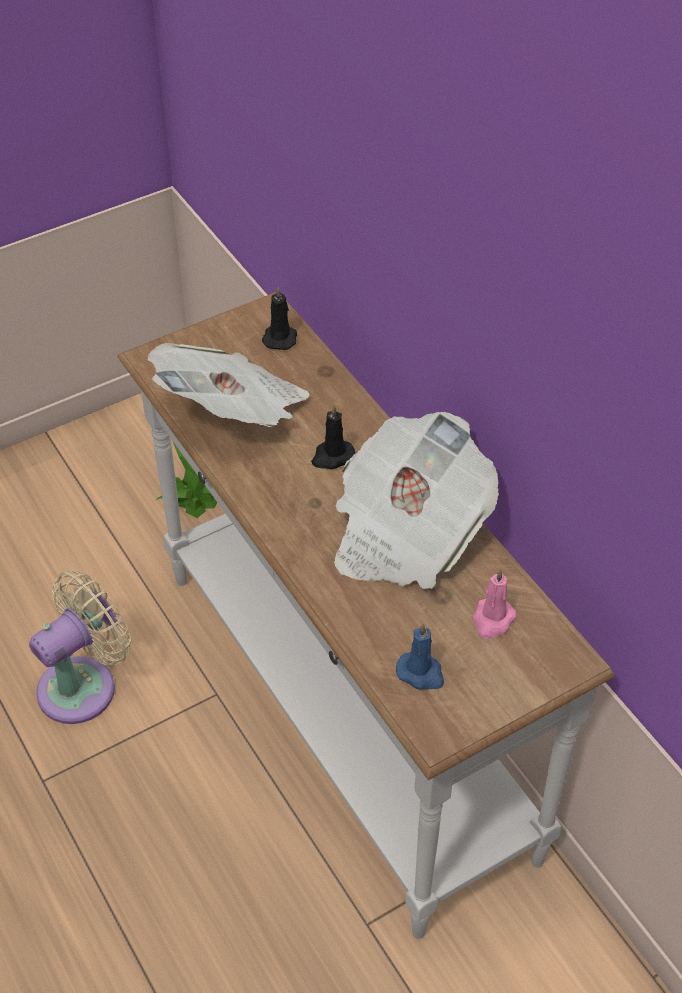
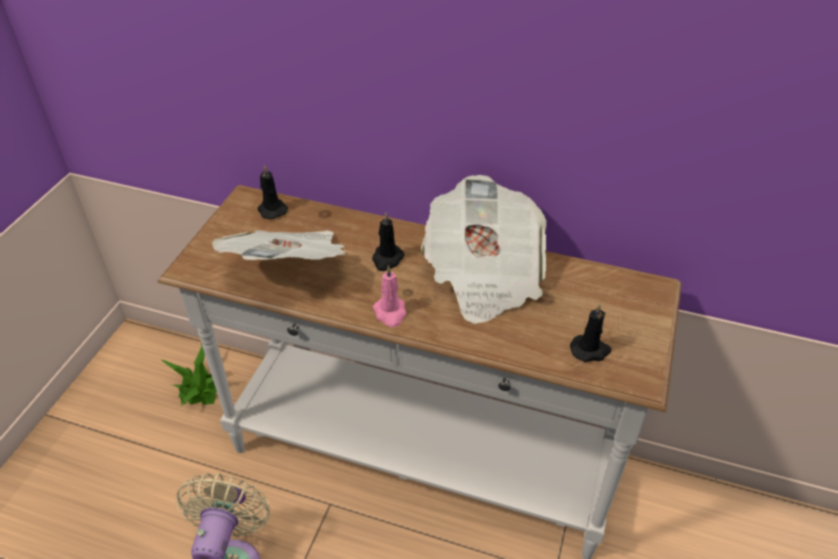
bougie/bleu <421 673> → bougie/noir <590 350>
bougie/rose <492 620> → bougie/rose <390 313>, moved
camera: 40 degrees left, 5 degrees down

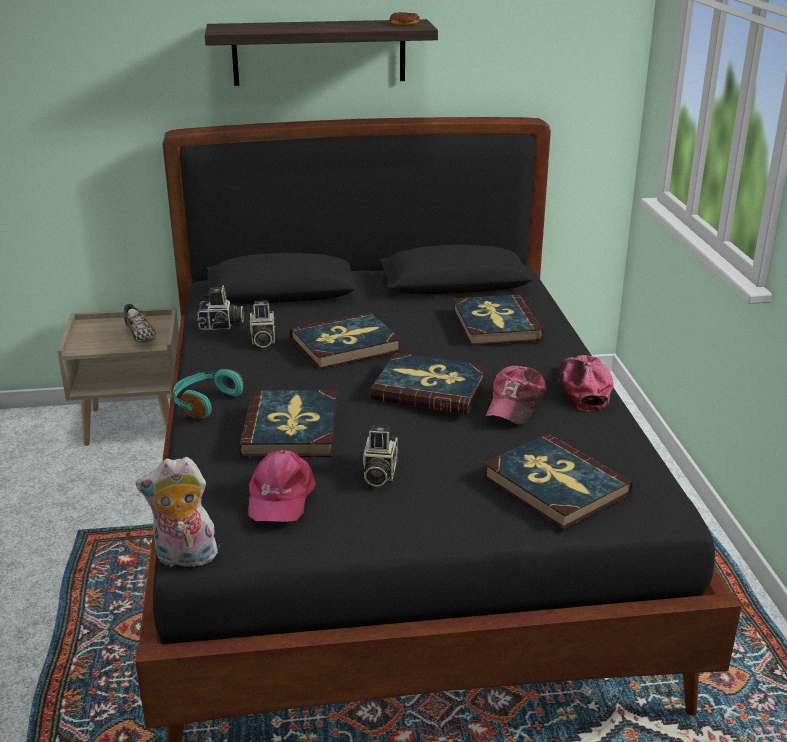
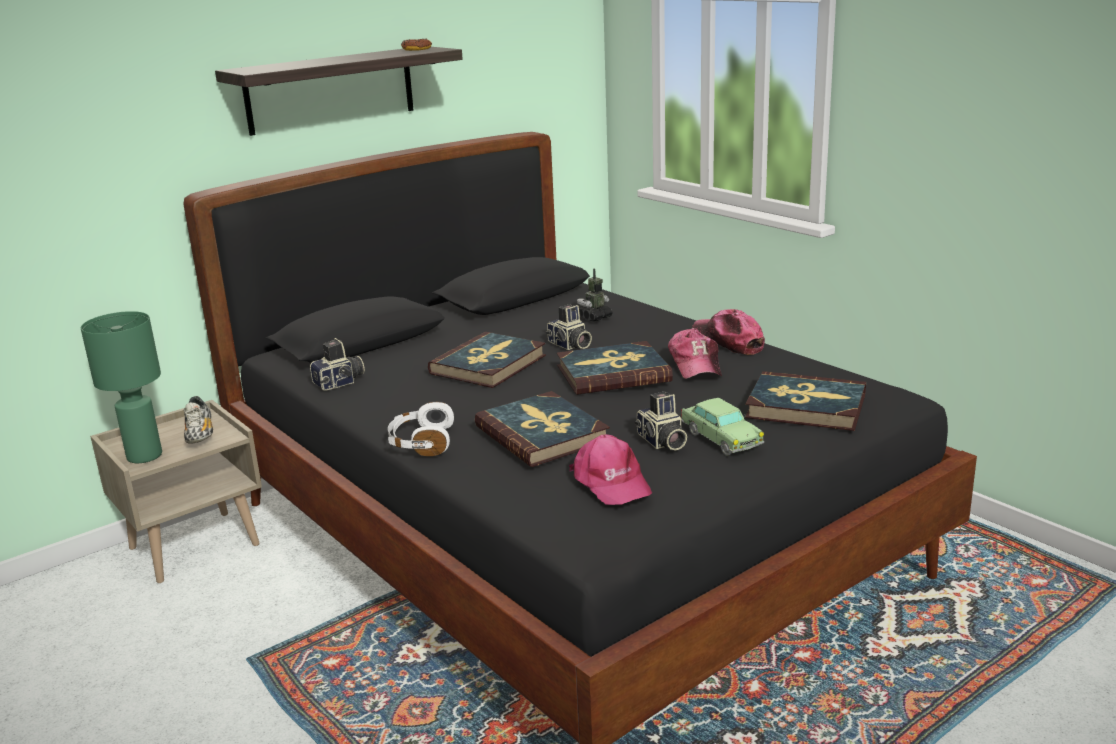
chaussure <140 335> → chaussure <200 434>, 45 degrees clockwise
peluche <184 558> → -
casque audio/turquoise <204 402> → casque audio/blanc <421 442>
appareil photo <262 340> → appareil photo <569 345>, moved
livre <495 324> → robot jouet <595 317>
- → lampe de table/vert <144 456>
- → petite voiture <721 439>
camera: 30 degrees left, 5 degrees down

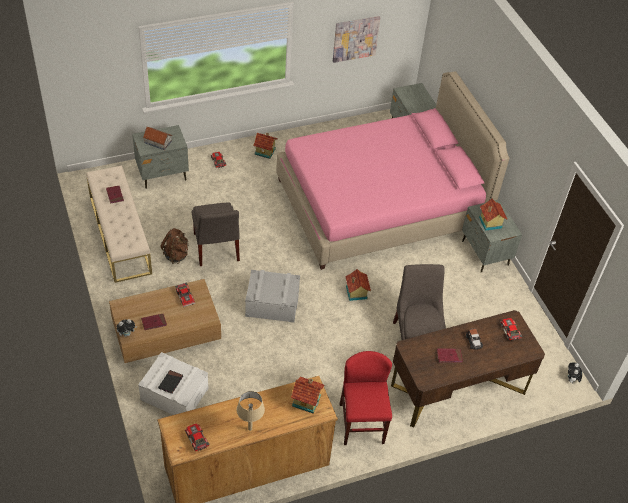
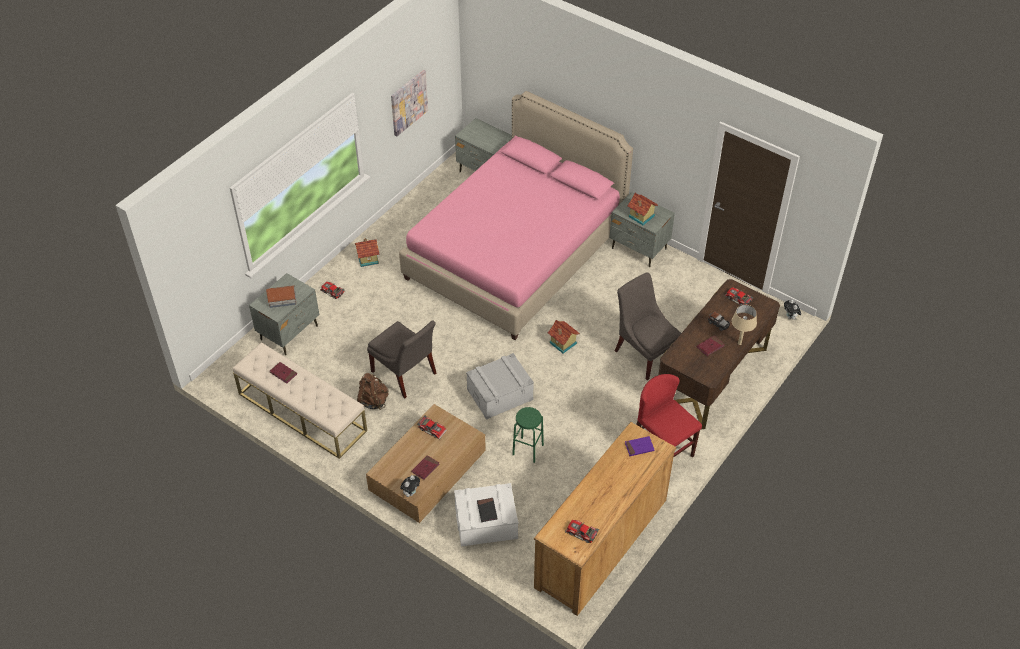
lampe de table/beige <250 429> → lampe de table/beige <739 343>, moved
maison miniature <306 400> → livre/violet <639 447>
- → tabouret/vert <528 450>
camera: 30 degrees left, 0 degrees up

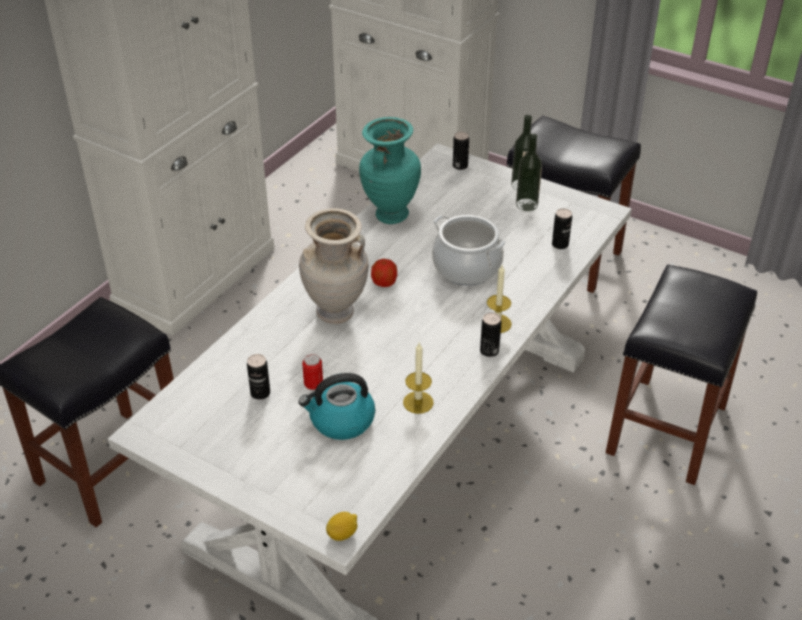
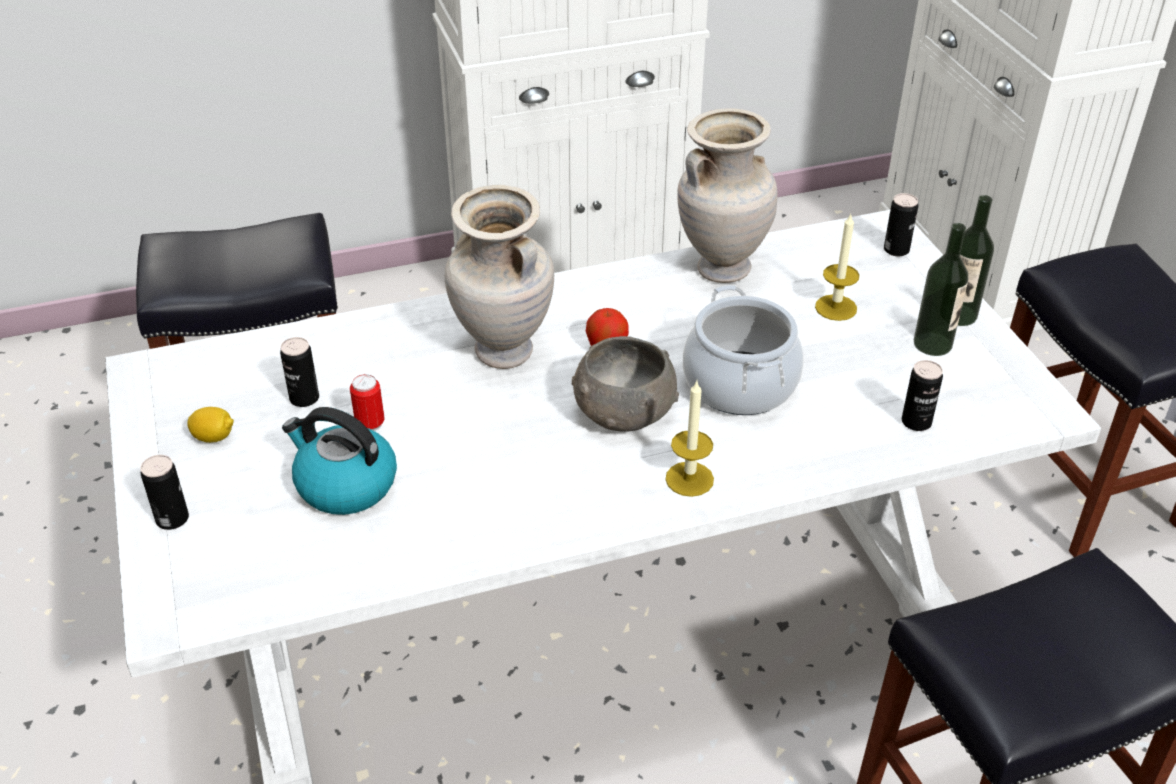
citron <342 534> → citron <214 437>, moved
vase/turquoise <390 215> → vase/beige <721 269>
bougie <418 402> → bougie <836 307>, moved
boîte métallique <489 351> → boîte métallique <172 519>, moved
- → bol/gris <623 412>
camera: 40 degrees right, 0 degrees up

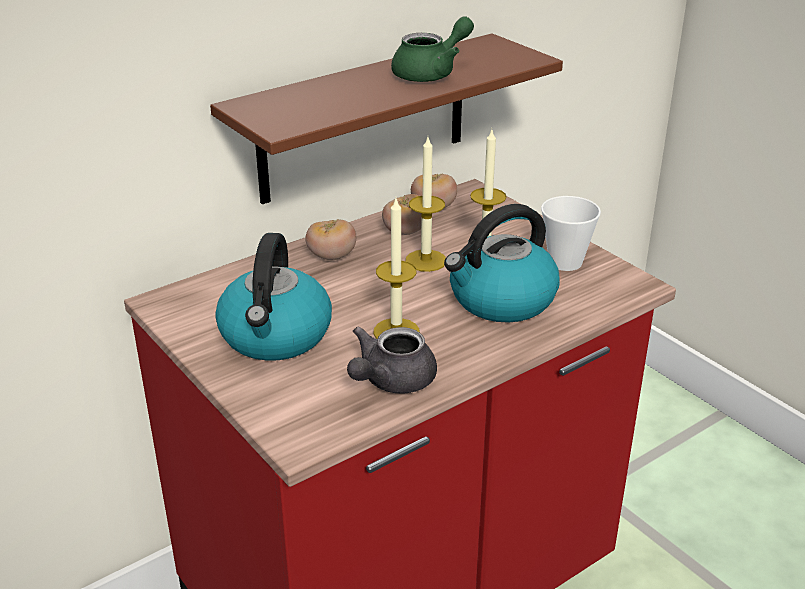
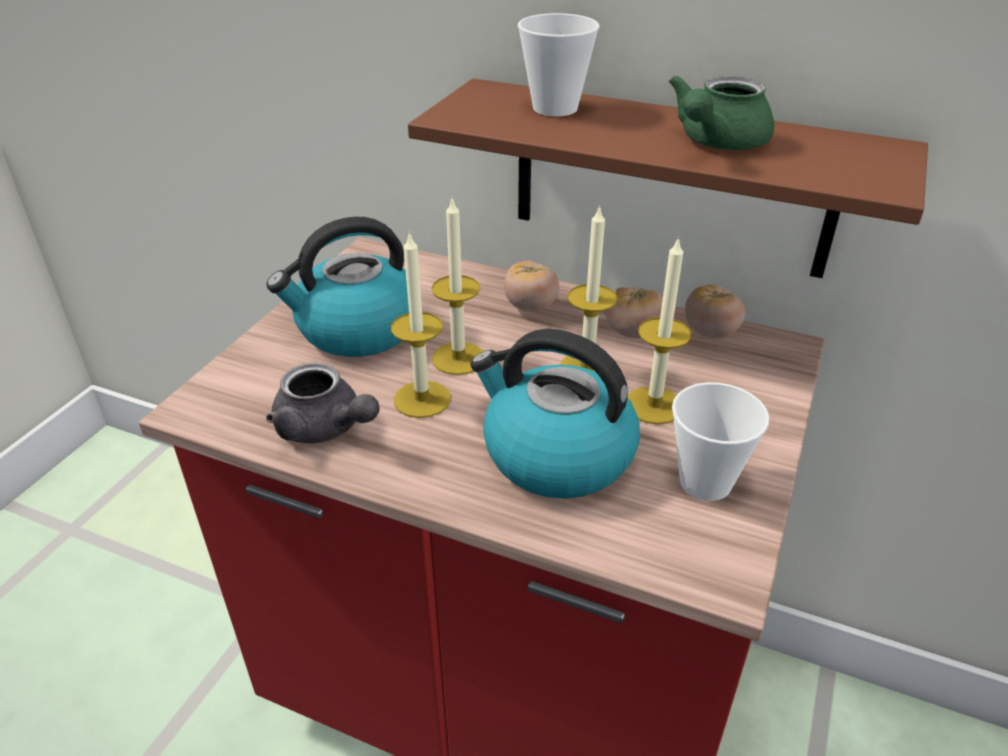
théière/gris <390 381> → théière/gris <325 428>, 150 degrees counterclockwise
théière/vert <431 73> → théière/vert <715 143>, 105 degrees clockwise
- → bougie <458 358>
- → tasse <555 108>
camera: 60 degrees right, 5 degrees up

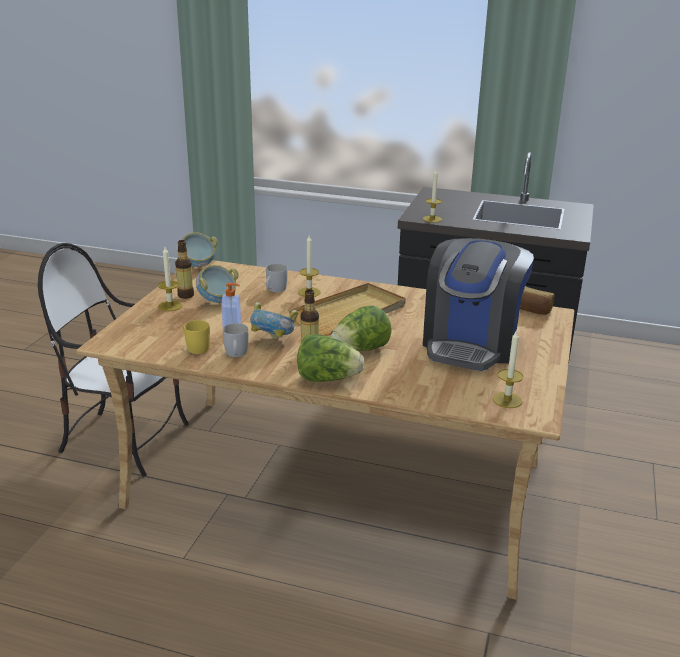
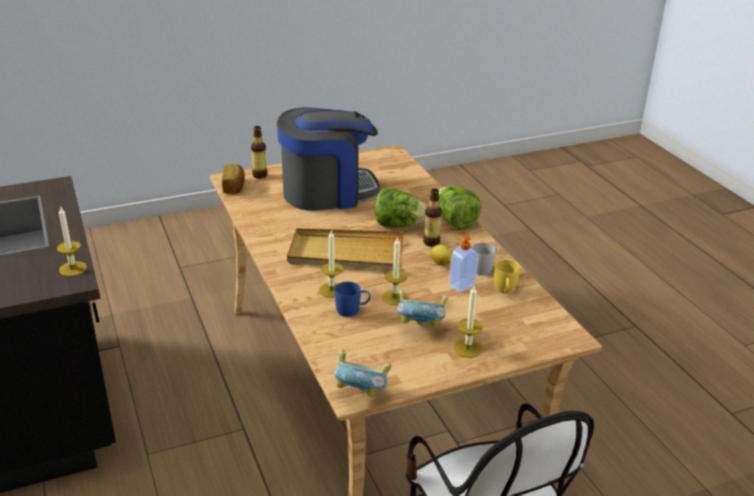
bouteille <185 295> → bouteille <260 175>, moved
bol <273 340> → citron <441 263>
mug/blanc <274 290> → mug/bleu <352 310>
bougie <507 400> → bougie <395 297>, moved
camera: 130 degrees left, 5 degrees up

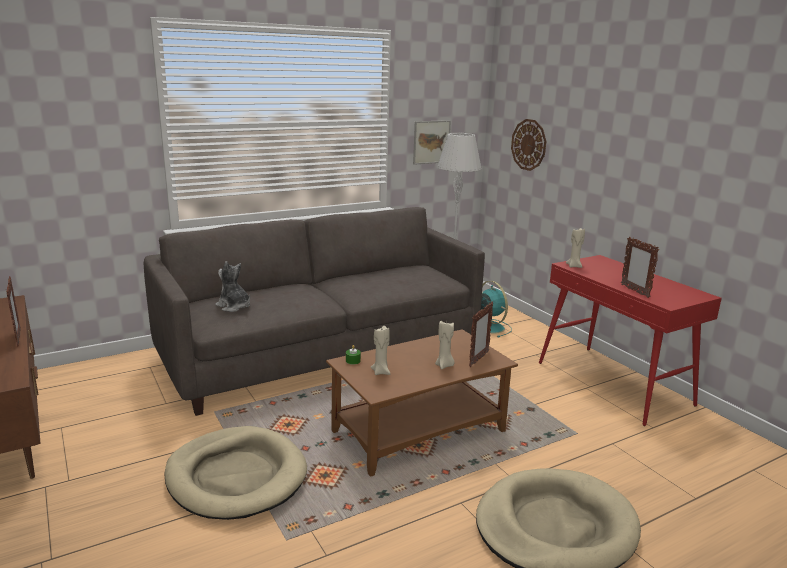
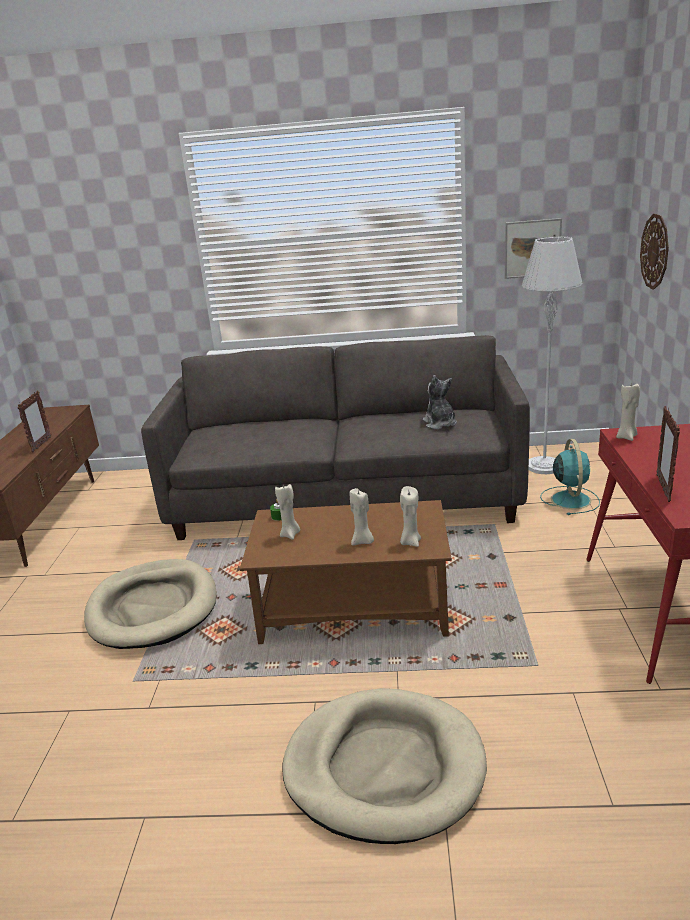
peluche <234 306> → peluche <440 423>, moved
cadre photo <478 359> → bougie/beige <410 542>
camera: 35 degrees right, 5 degrees up

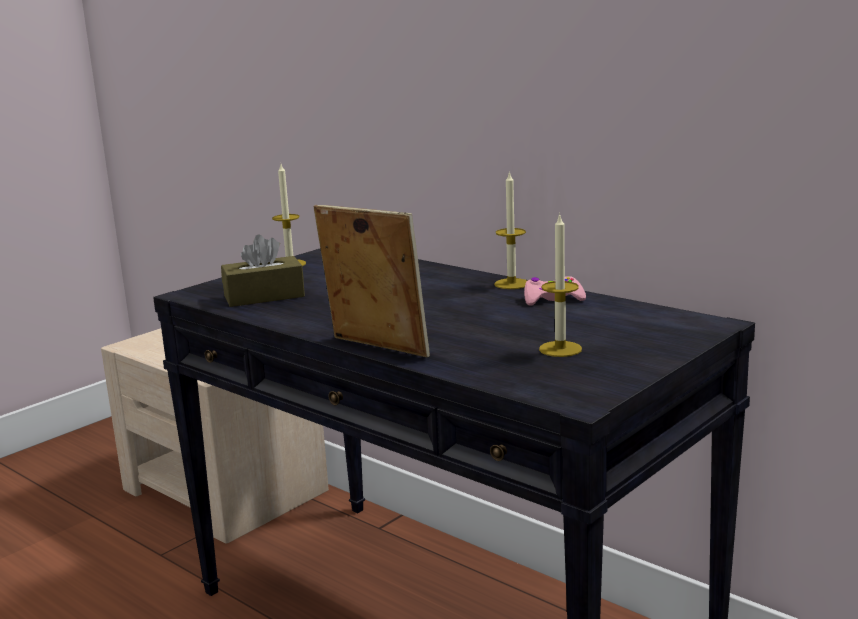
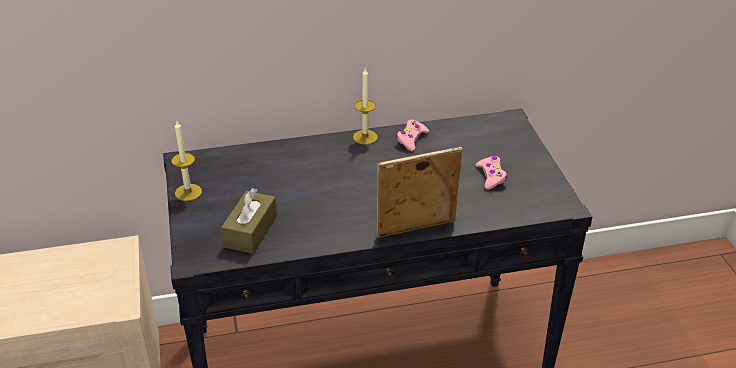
bougie <560 349> → manette/rose <491 176>
camera: 55 degrees left, 20 degrees up

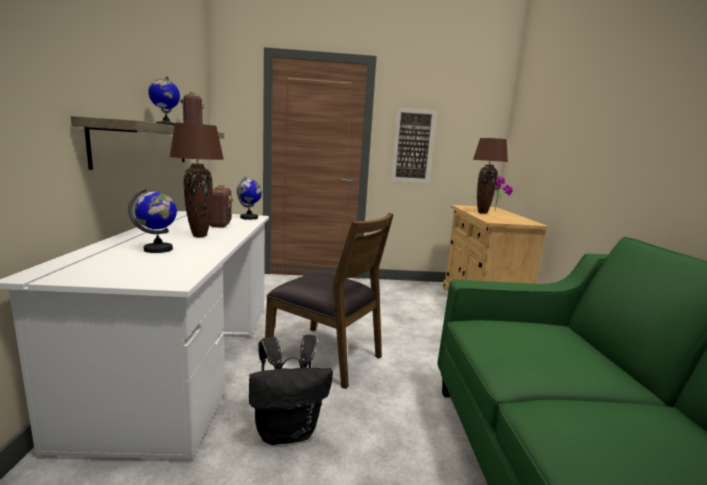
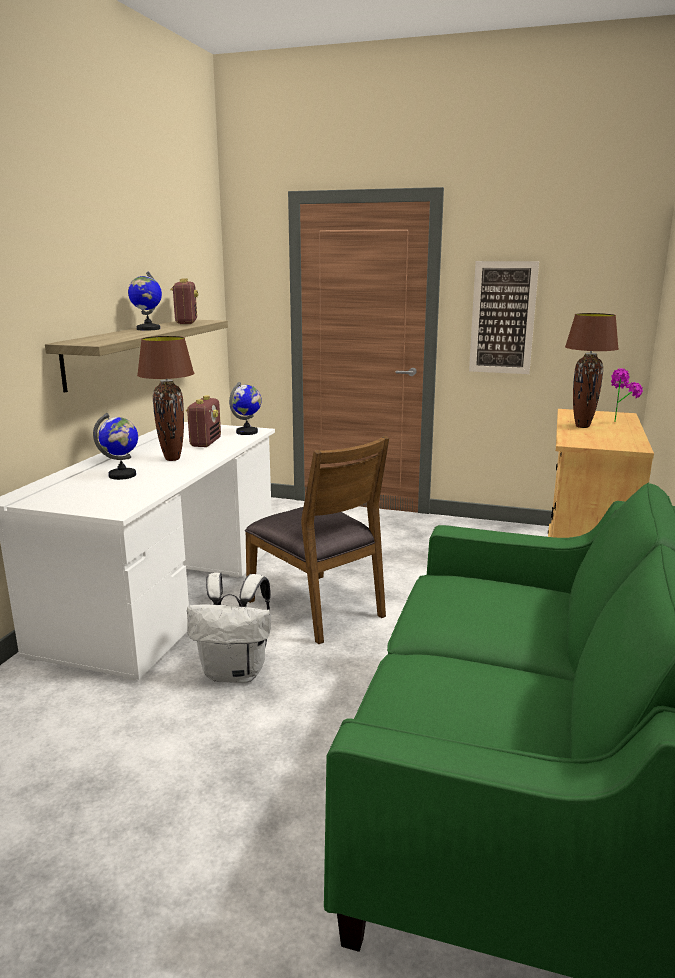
sac à dos/noir <288 430> → sac à dos/blanc <236 672>
camera: 20 degrees right, 5 degrees up

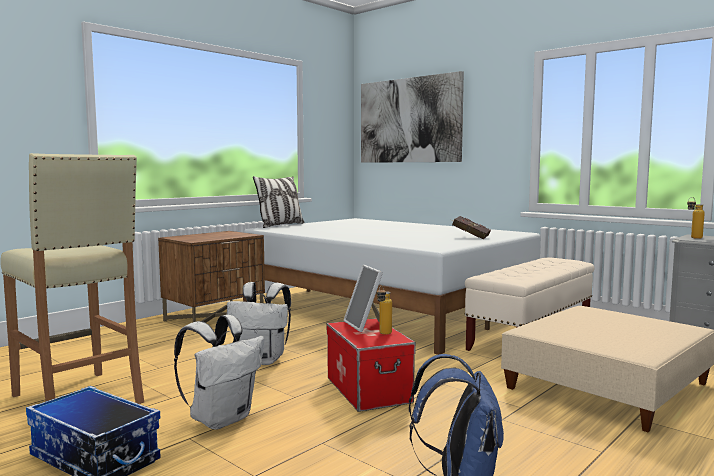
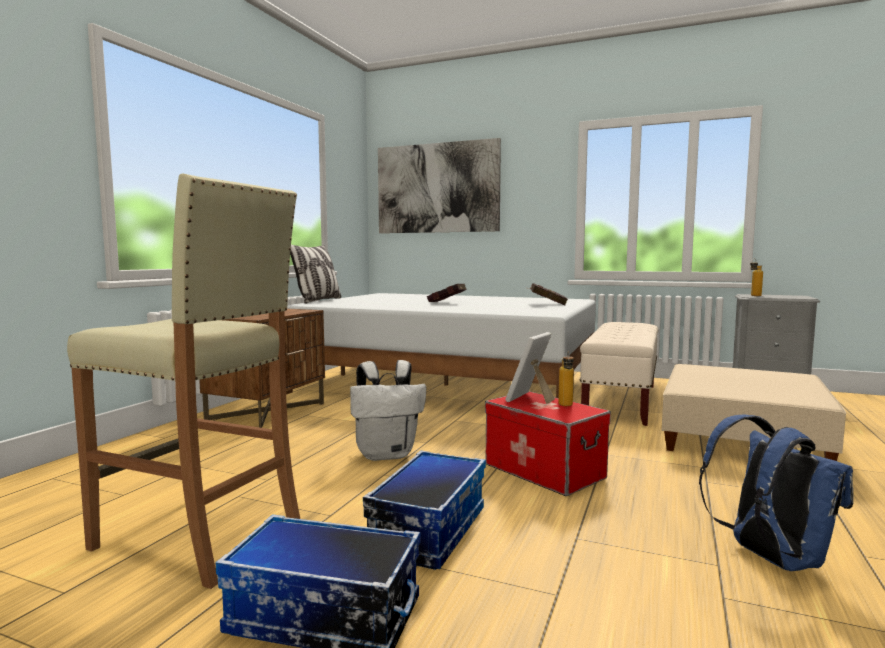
sac à dos/blanc <222 419> → boîte de rangement <428 530>
cadre photo <365 325> → cadre photo <531 399>, 75 degrees clockwise
- → livre/rouge <448 303>
camera: 20 degrees left, 0 degrees up

